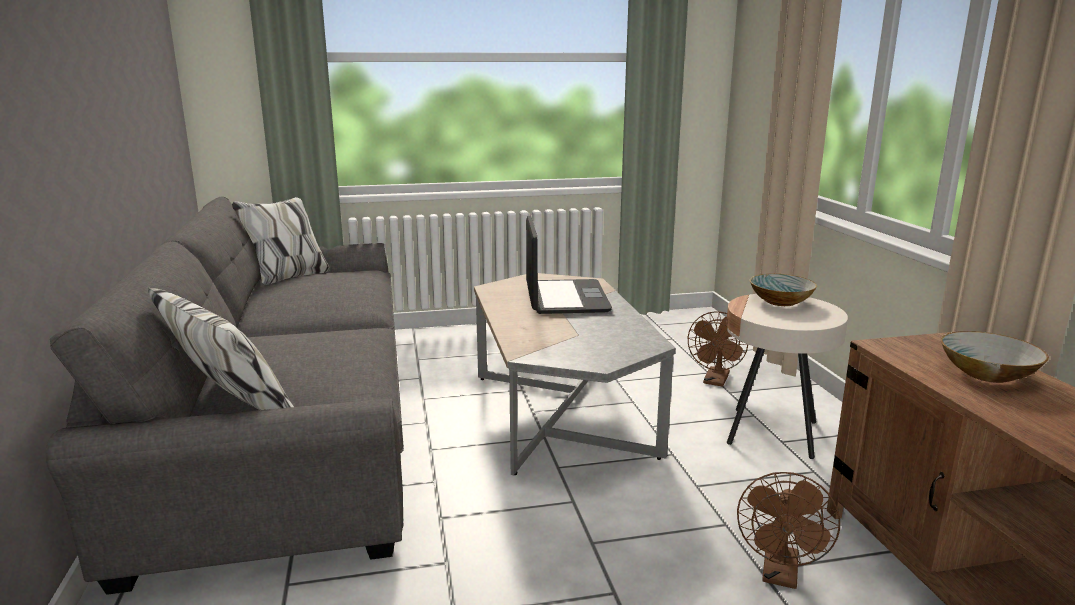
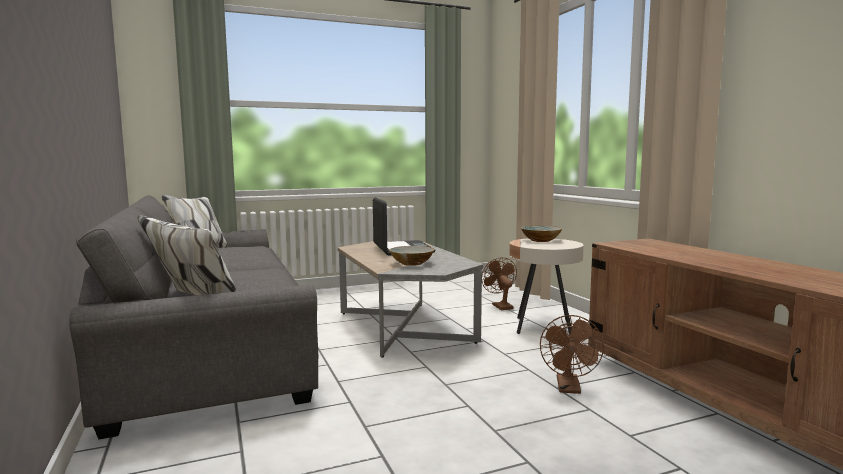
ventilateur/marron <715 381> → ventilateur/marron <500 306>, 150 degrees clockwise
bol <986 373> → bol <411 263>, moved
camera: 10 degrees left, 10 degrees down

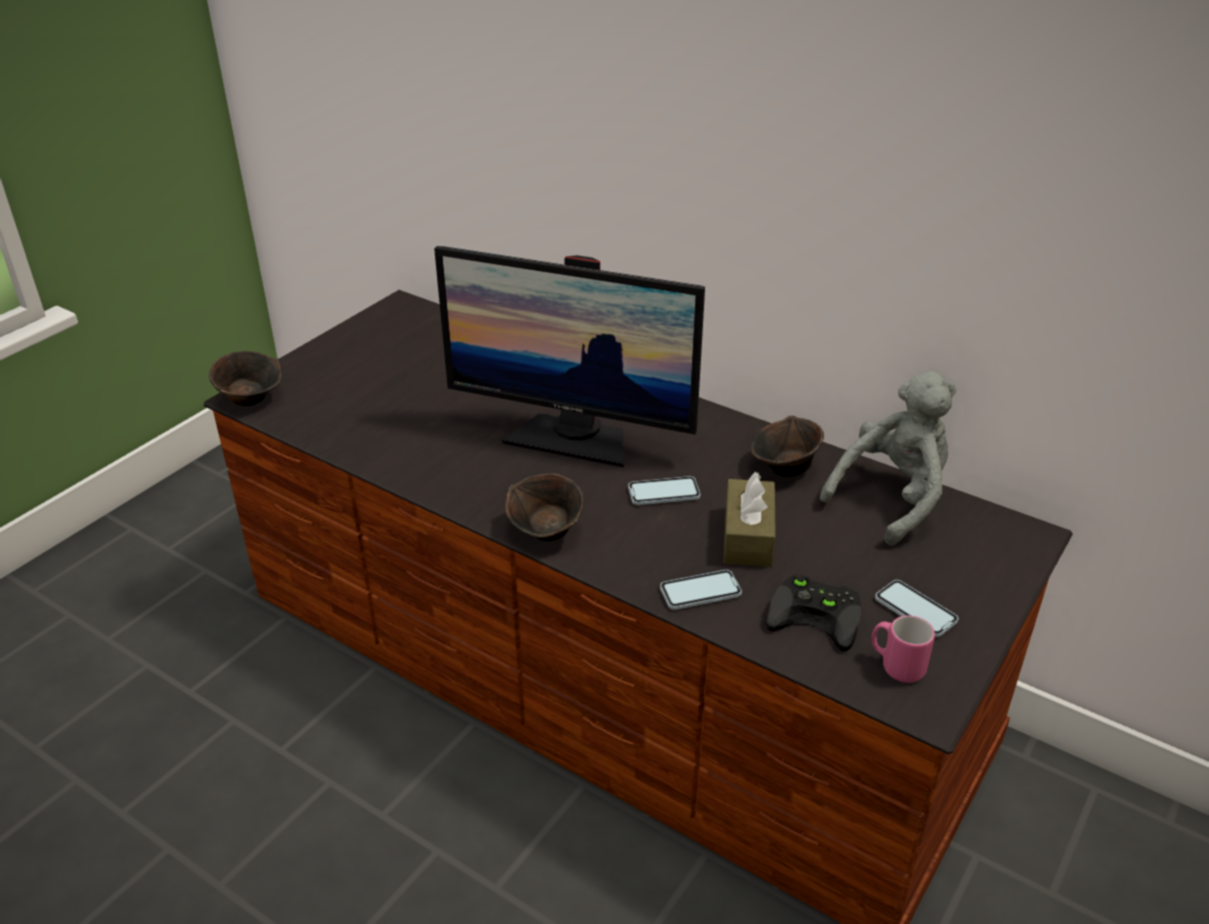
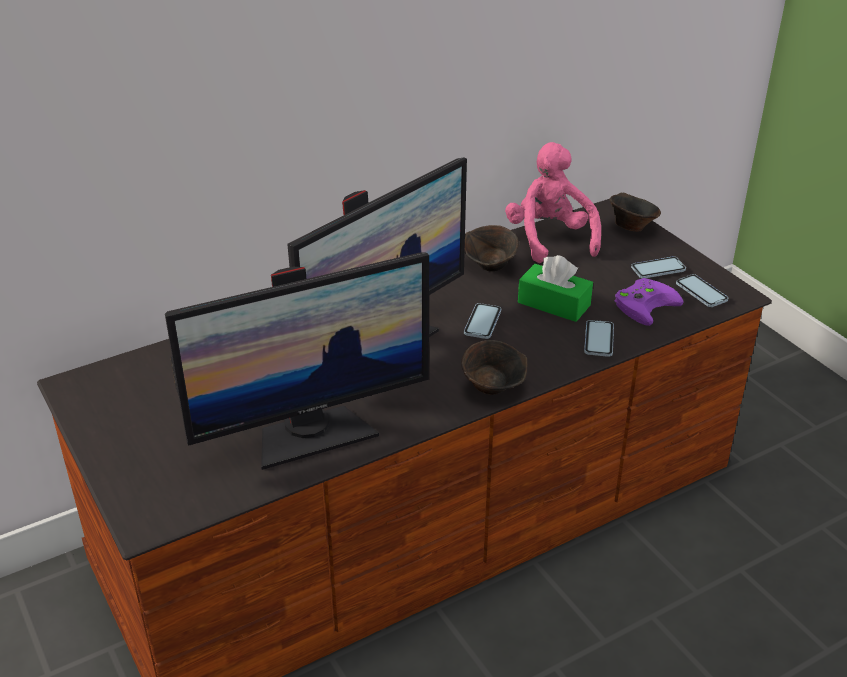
bol/marron <251 399> → bol/marron <631 227>, moved
boîte à mouchoirs/marron <748 537> → boîte à mouchoirs/vert <554 304>
manette/noir <818 615> → manette/violet <645 303>
peluche/gris <892 498> → peluche/rose <549 239>
mug/rose <896 665> → téléphone <701 292>
- → écran d'ordinateur <311 433>
camera: 65 degrees left, 0 degrees up

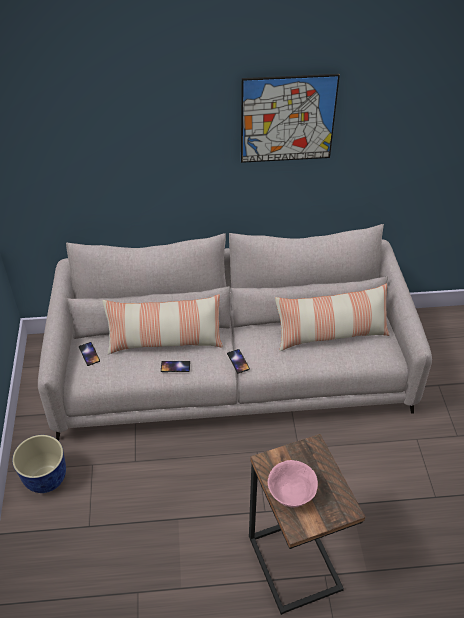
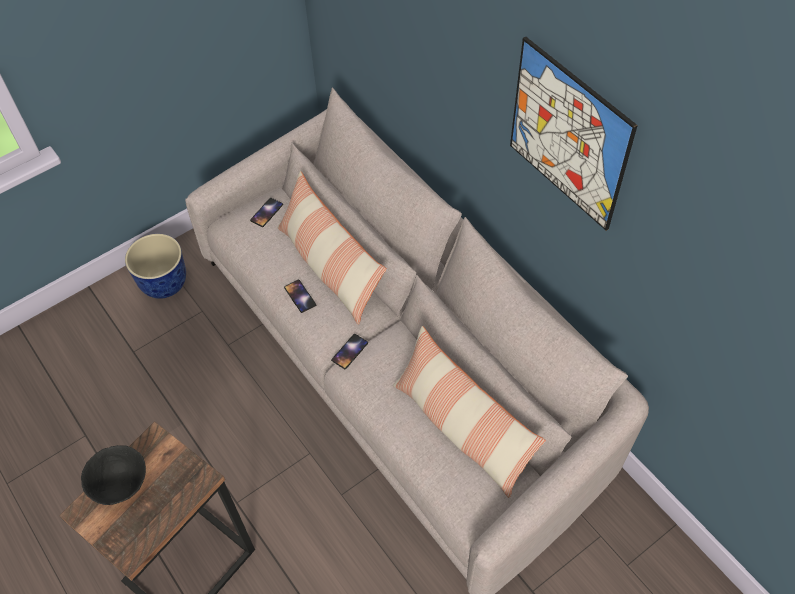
bol/rose <291 494> → bol/noir <122 486>
camera: 60 degrees right, 10 degrees up

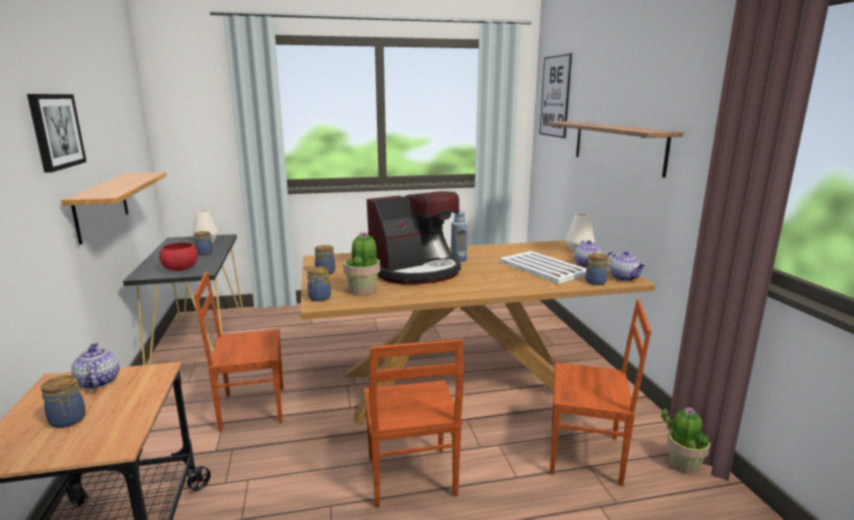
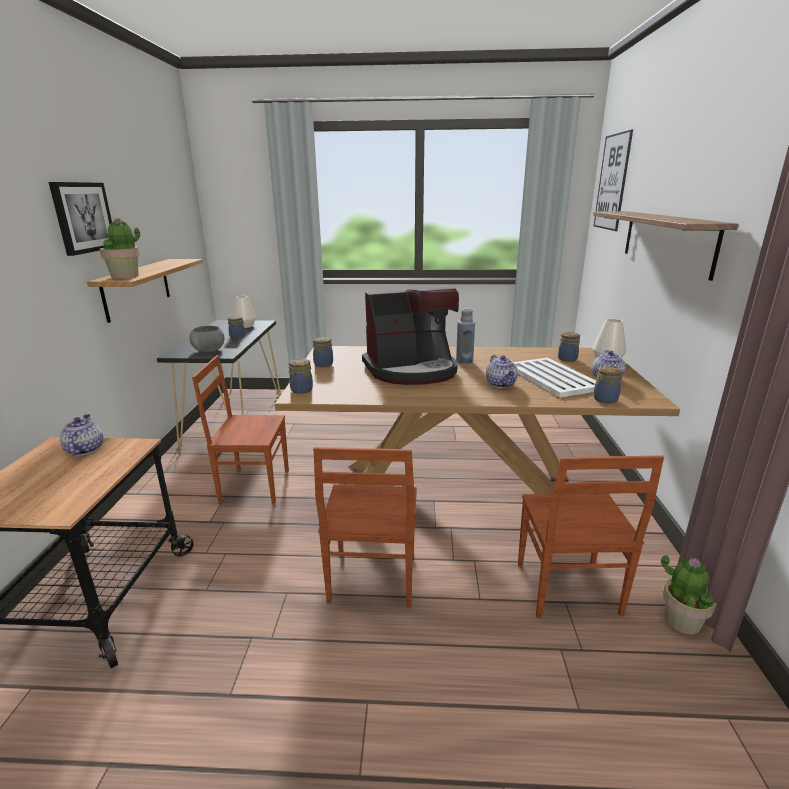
bocal <68 420> → bocal <568 359>, moved
bol/rouge <180 269> → bol/gris <208 350>
plante en pot <363 290> → plante en pot <125 276>, moved
chaise/marron <586 456> → chaise/marron <566 590>, 60 degrees clockwise
théière <624 278> → théière <501 384>, moved
camera: 15 degrees right, 5 degrees up

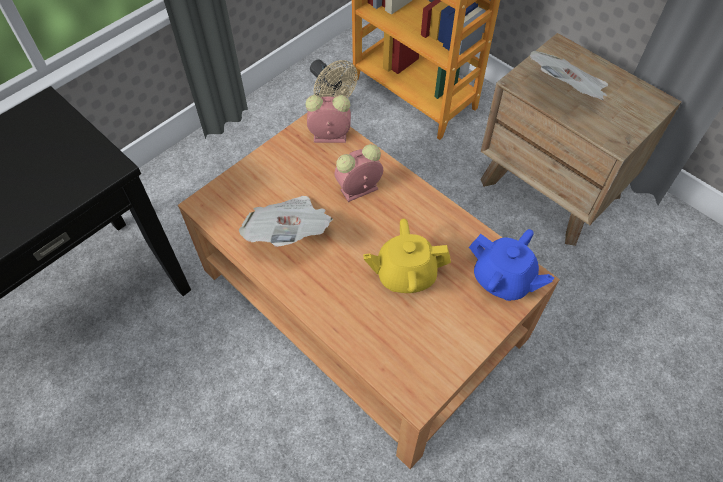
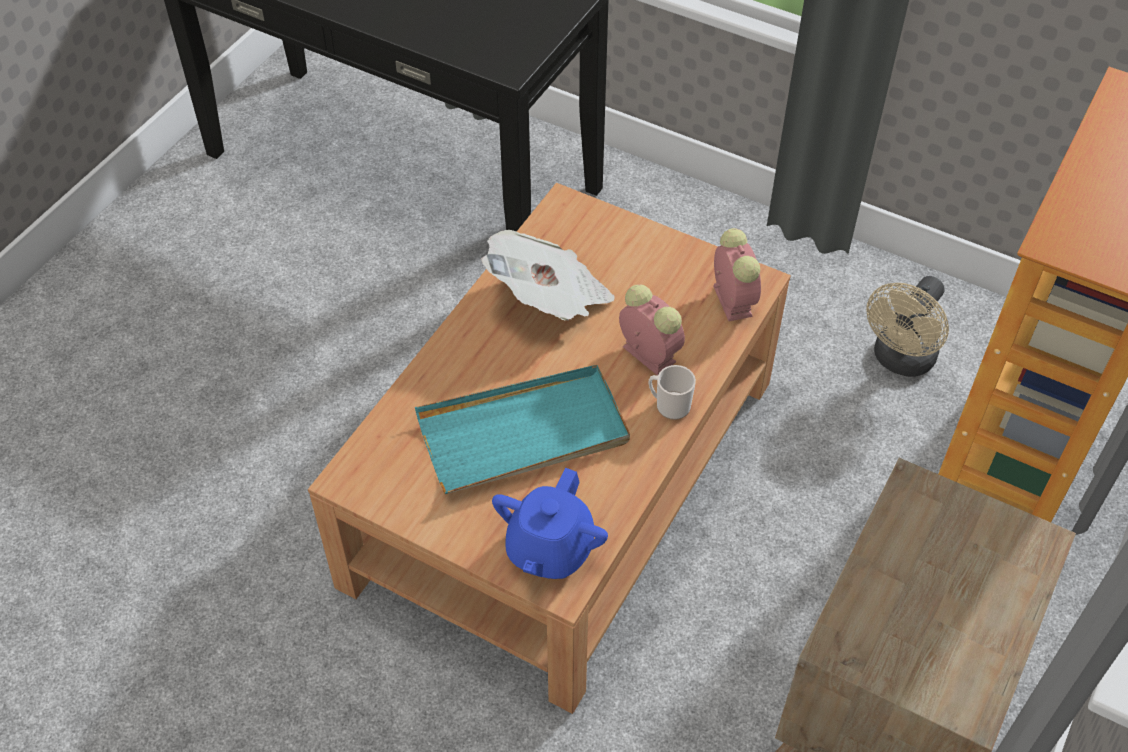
théière/jaune <405 274> → plateau/turquoise <524 433>
journal <566 92> → -
- → mug <669 405>
camera: 75 degrees right, 5 degrees down

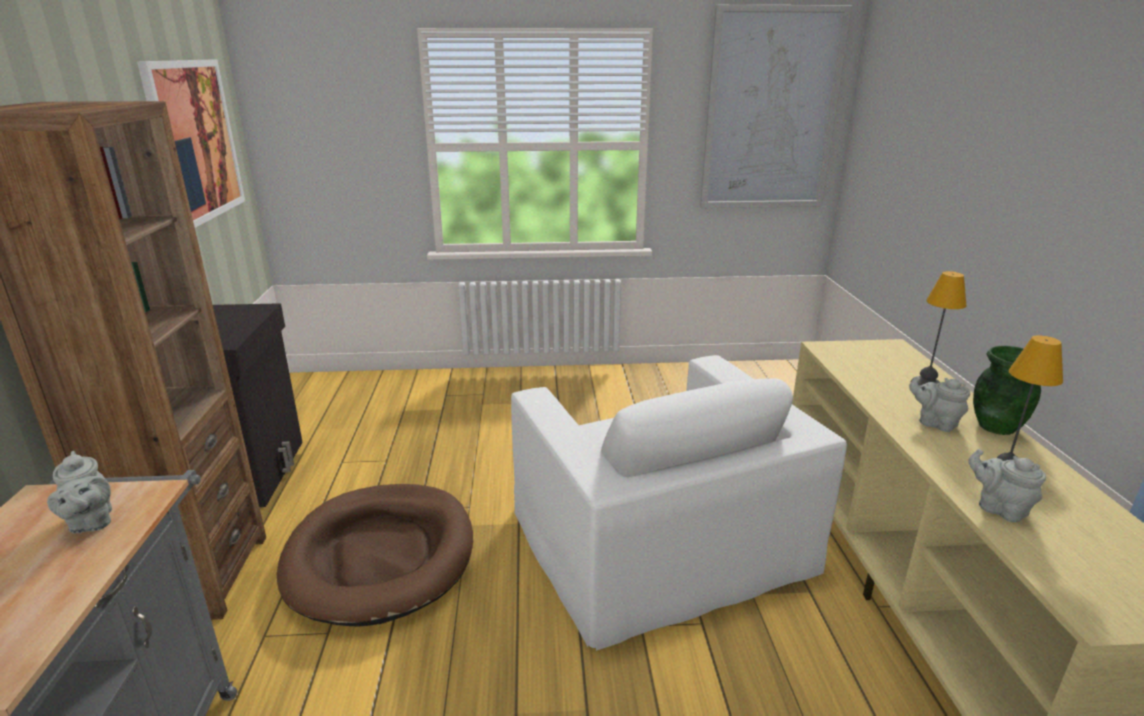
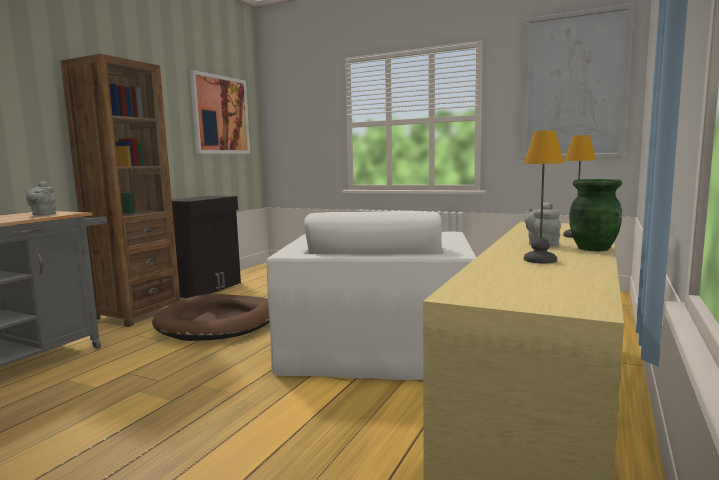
théière/gris <998 508> → -
camera: 30 degrees right, 15 degrees down

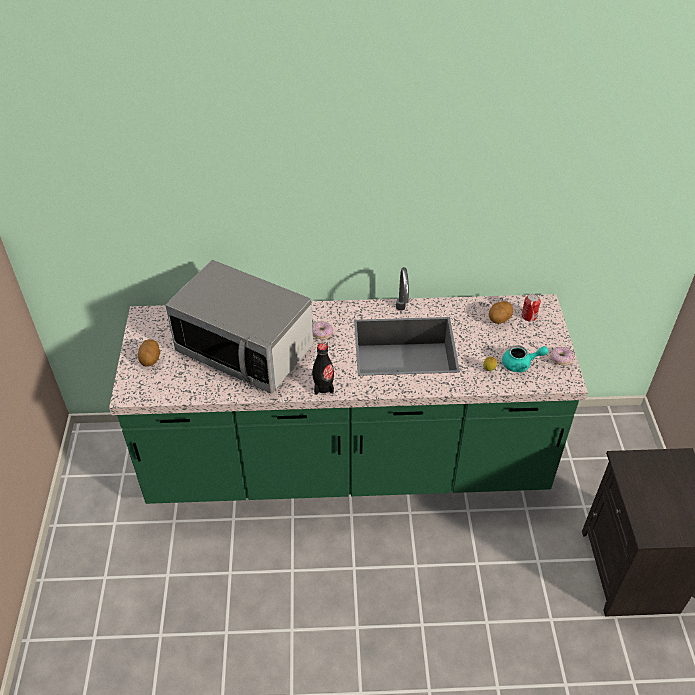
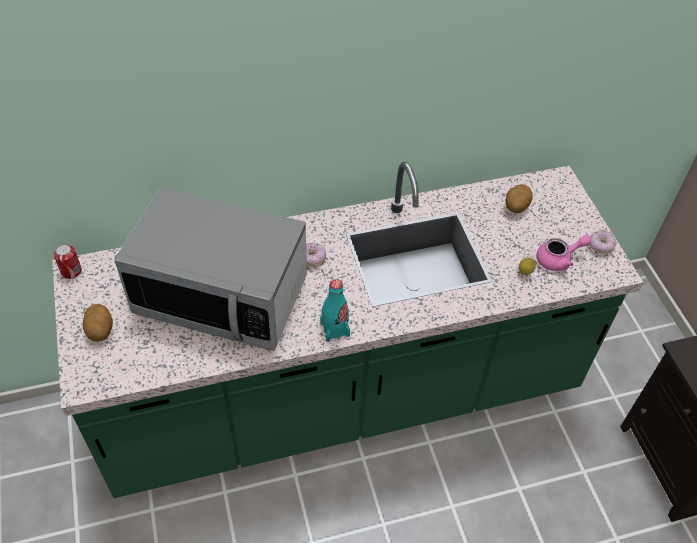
bouteille/noir <323 387> → bouteille/turquoise <335 329>
théière/turquoise <521 364> → théière/rose <558 259>
boîte métallique <529 316> → boîte métallique <71 271>, moved
camera: 15 degrees left, 5 degrees up

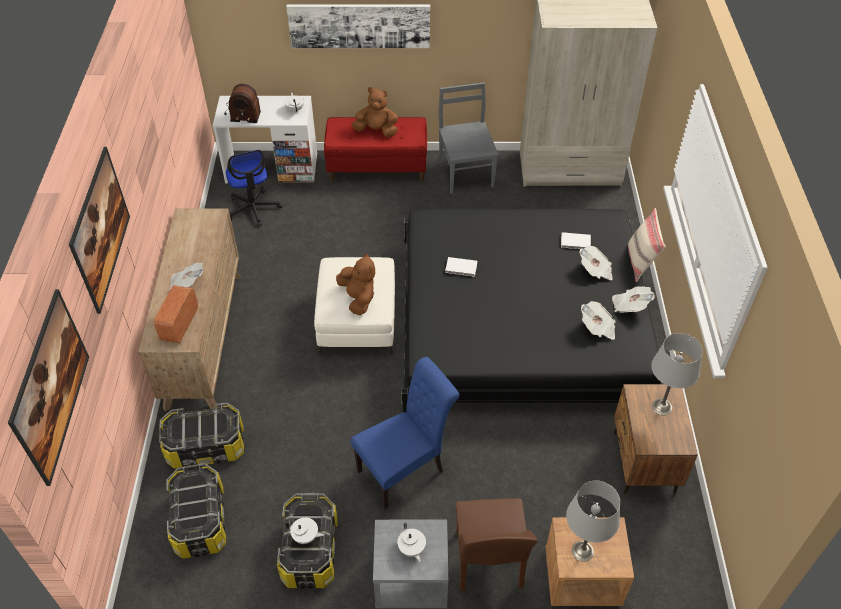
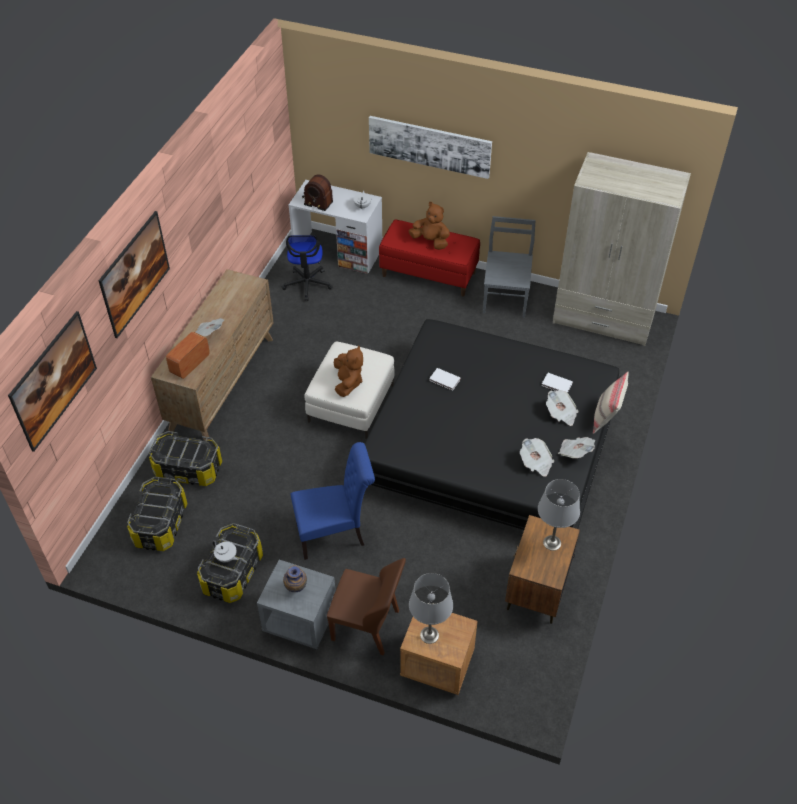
théière/blanc <411 549> → vase <296 590>
chaise/marron <488 561> → chaise/marron <367 626>, 90 degrees counterclockwise
camera: 20 degrees right, 0 degrees up

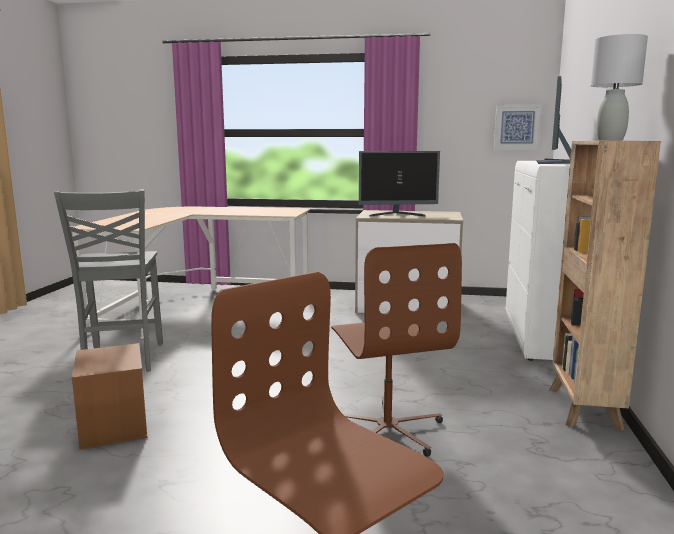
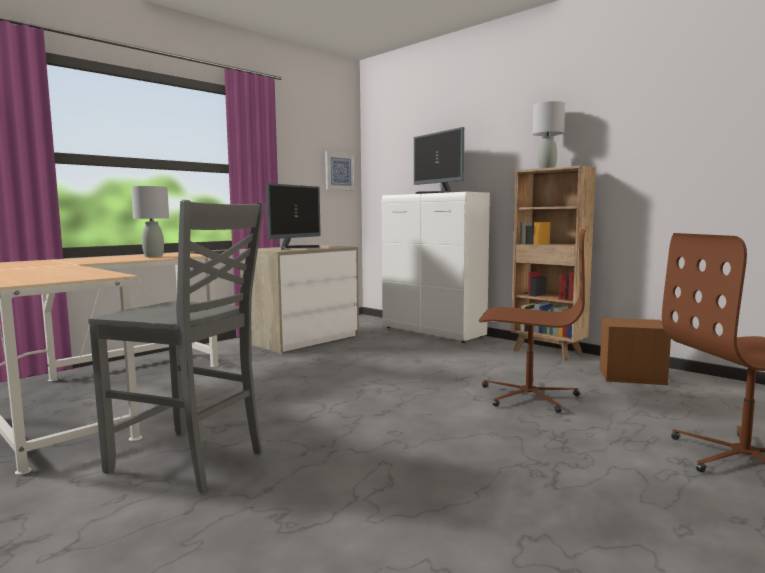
boîte de rangement/marron <113 425> → boîte de rangement/marron <631 376>, moved
- → lampe de table/gris <154 256>
camera: 55 degrees left, 5 degrees down

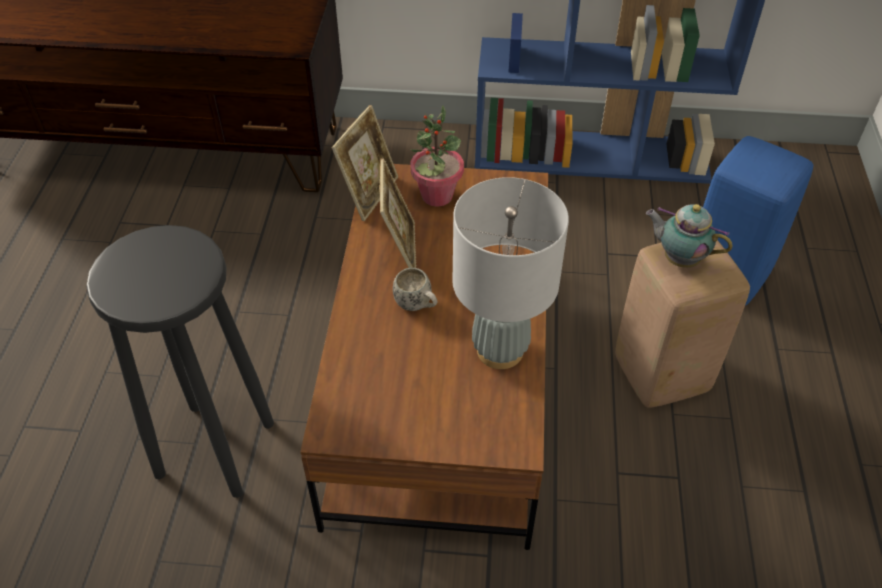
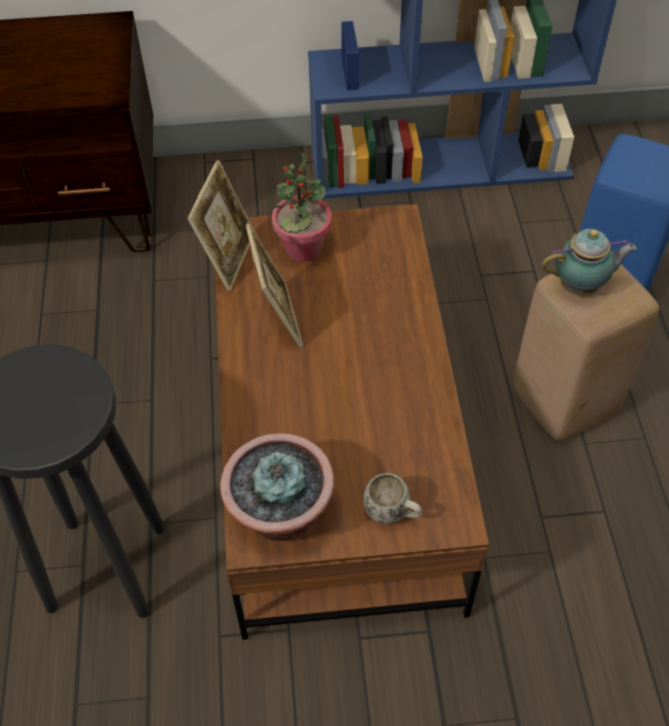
mug/blanc <417 305> → mug/blanc <393 513>, moved
lampe de table/gris <500 350> → -
théière <678 259> → théière <581 287>, 150 degrees clockwise
- → plante en pot <280 514>
camera: 10 degrees left, 5 degrees up

